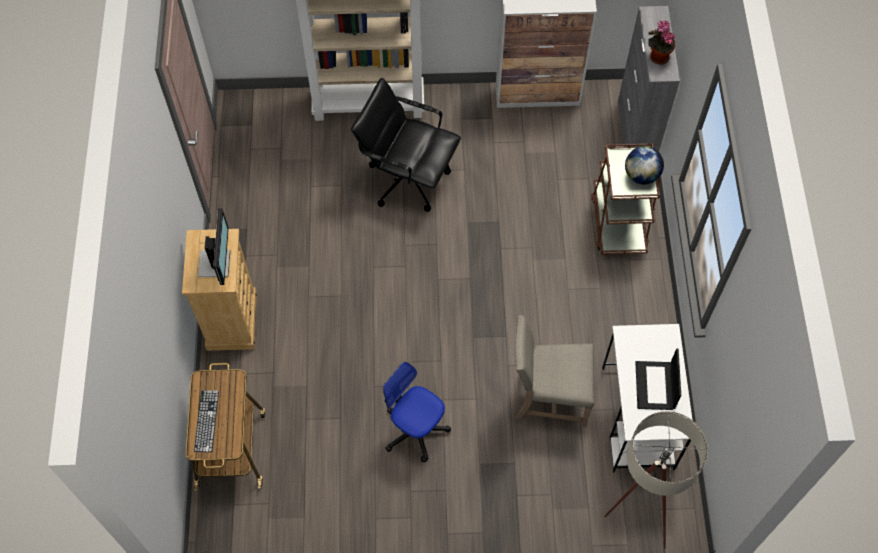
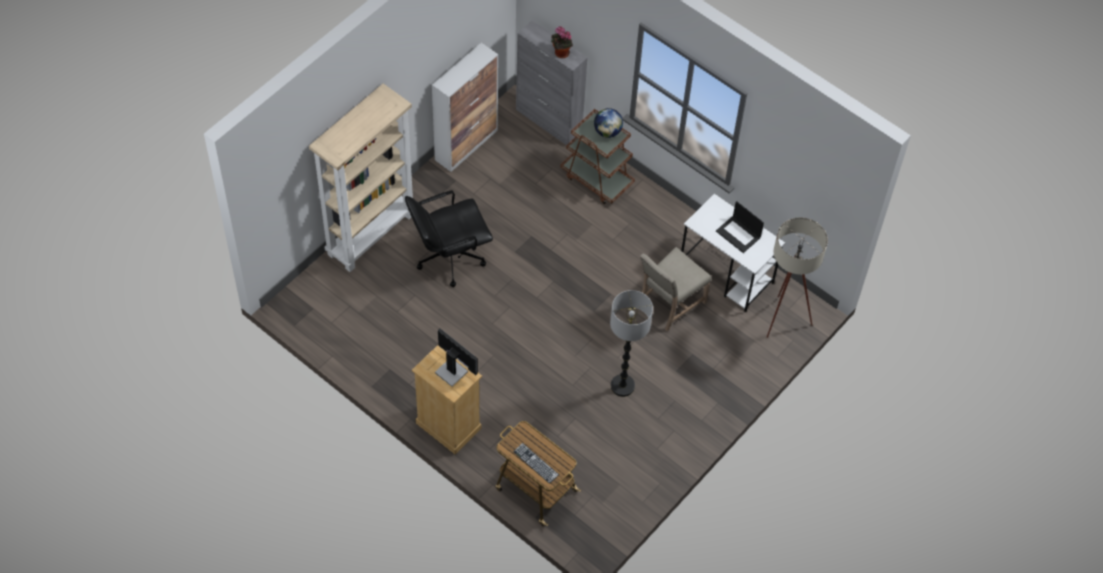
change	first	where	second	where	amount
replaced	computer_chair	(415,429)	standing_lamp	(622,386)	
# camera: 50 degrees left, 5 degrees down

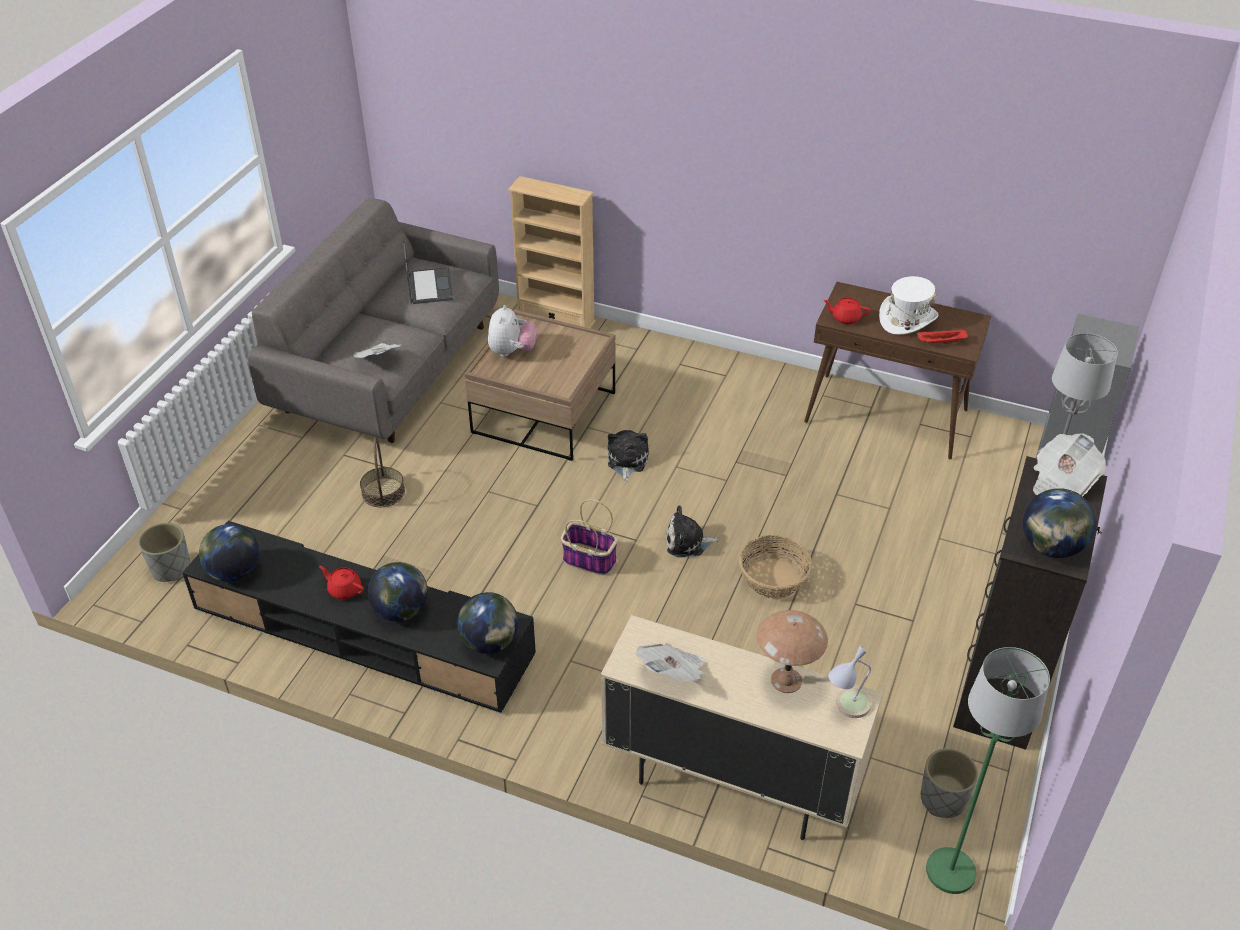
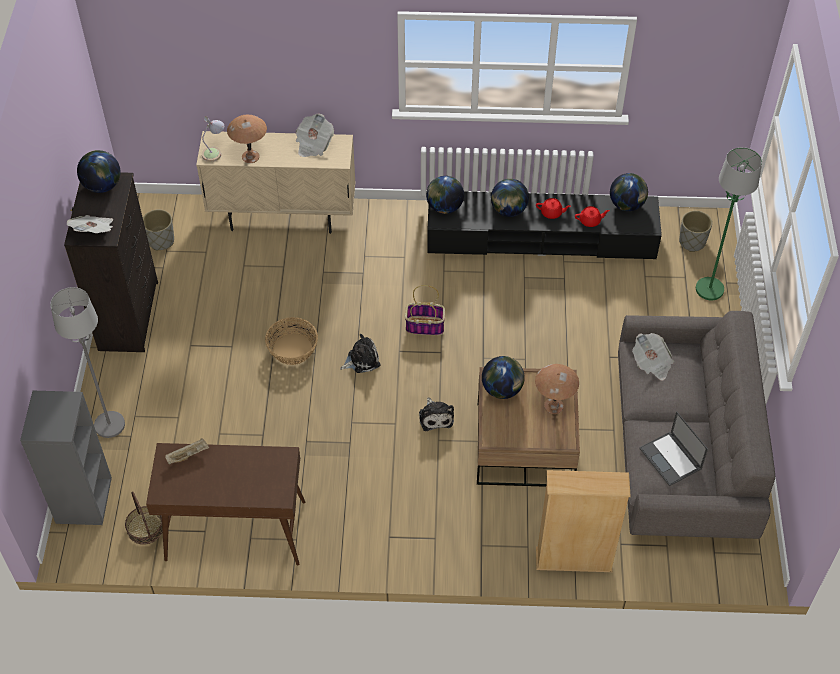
change	first	where	second	where	amount
removed	whitish_wearable_hat	(907,319)			
added			globe	(502,389)	
moved	basket	(383,492)		(145,528)	
moved	red_pot_for_tea	(845,318)		(590,221)	
moved	greenish_standing_lamp	(950,872)		(709,289)	
replaced	plush_toy	(512,351)	brown_tabletop_lamp	(554,406)	
recoloured	red_carrying_tray	(940,343)	beige_carrying_tray	(188,455)	
# camera: 160 degrees right, 10 degrees up

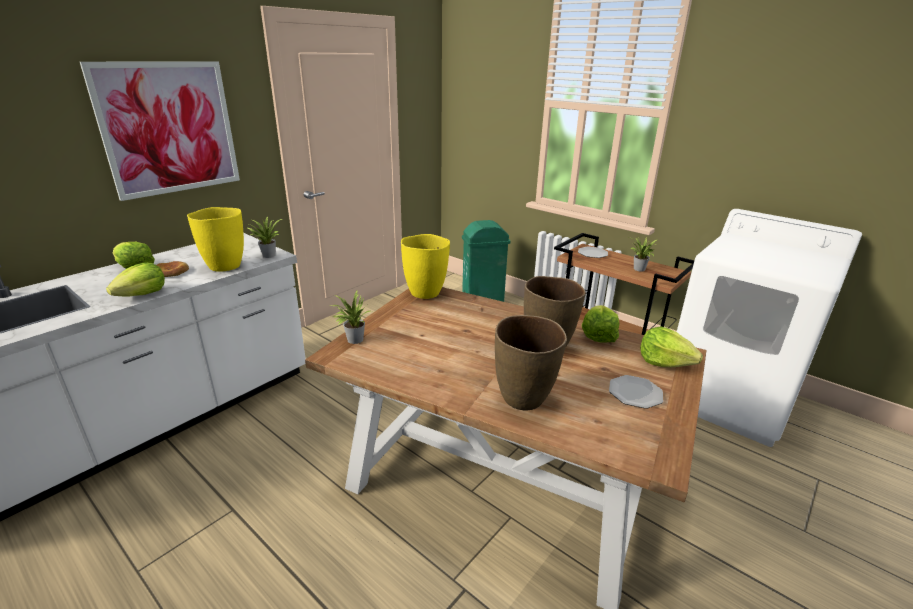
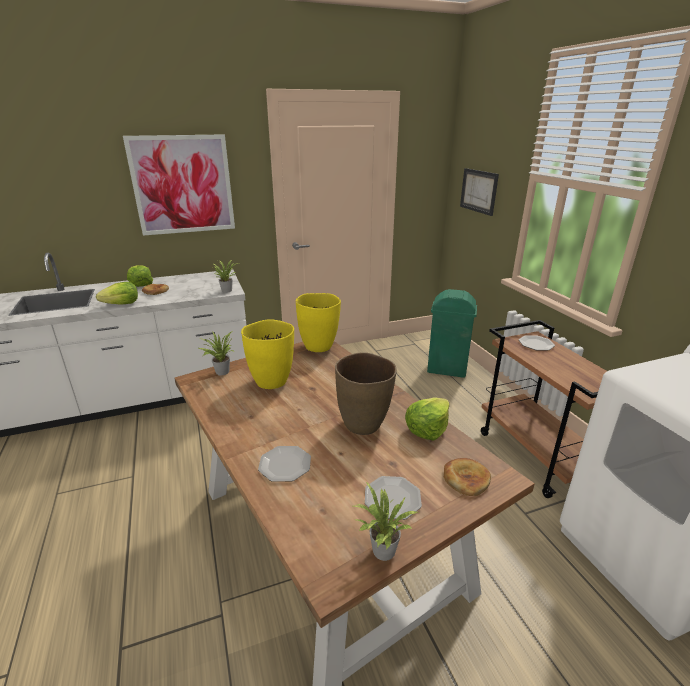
change	first	where	second	where	amount
added			wall_art	(478,191)	
moved	yellow_decorative_vase	(225,266)		(271,381)	
moved	potted_plant	(639,269)		(381,552)	
replaced	brown_decorative_vase	(524,399)	flat_dish	(285,465)	
replaced	head_of_lettuce	(664,361)	bakery_bread	(466,478)	
# camera: 30 degrees right, 0 degrees up

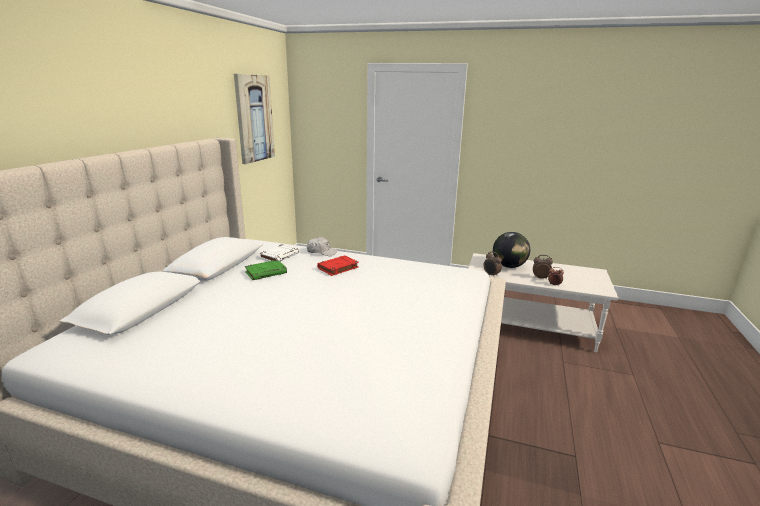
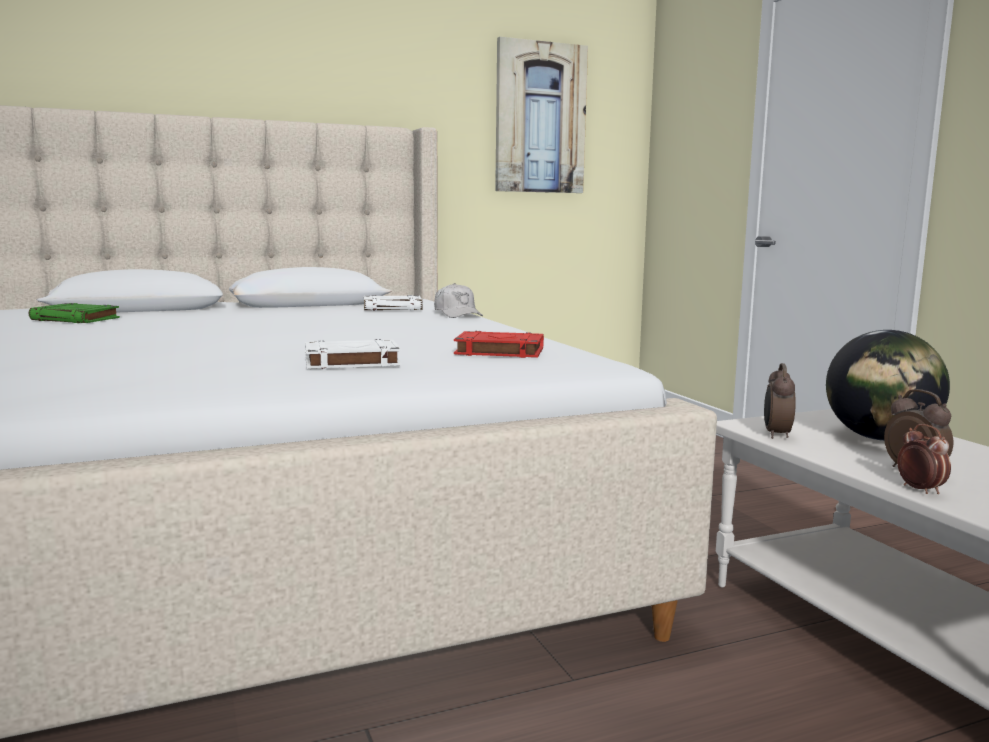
change	first	where	second	where	amount
added			whitish_volume	(351,362)	
moved	greenish_volume	(266,272)		(76,319)	
moved	red_volume	(338,268)		(498,351)	
# camera: 50 degrees right, 10 degrees down

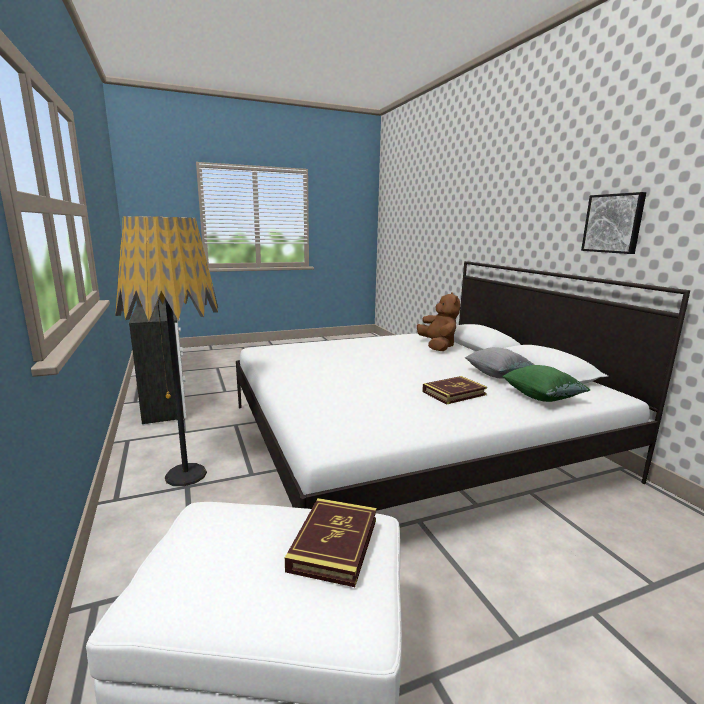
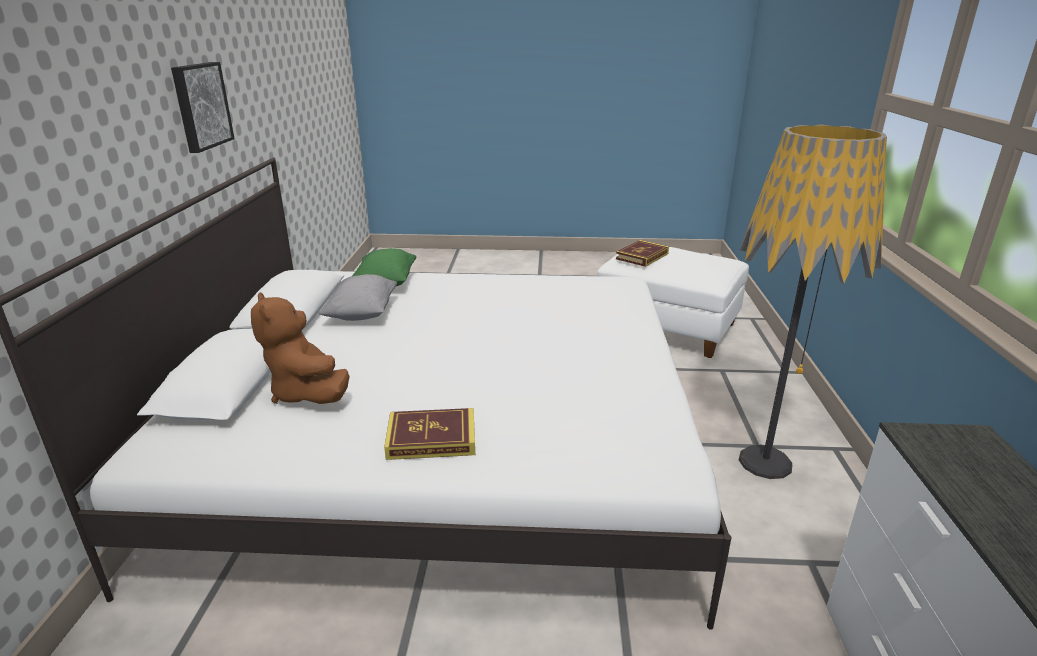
change	first	where	second	where	amount
moved	volume	(454,393)		(431,438)	
turned	brown_plush_toy	(437,346)		(307,393)	45 degrees counterclockwise
# camera: 155 degrees left, 10 degrees up

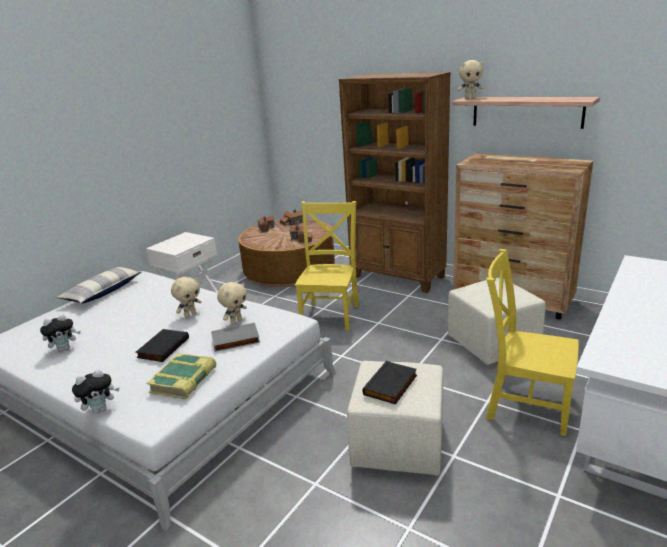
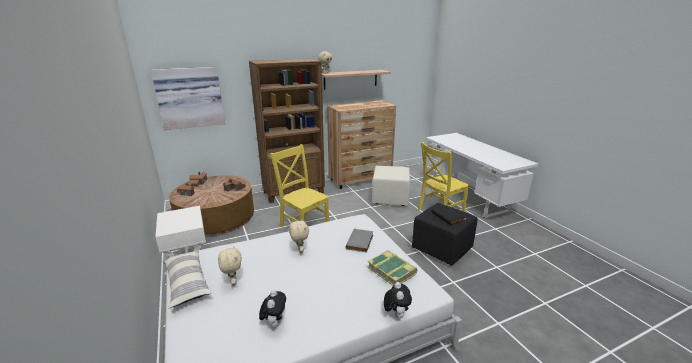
change	first	where	second	where	amount
removed	black-coloured_volume	(162,347)			
added			wall_art	(190,97)	
moved	beige_plush_toy	(236,321)		(233,282)	
recoloured	beige_ottoman	(399,445)	black-coloured_ottoman	(442,249)	
# camera: 60 degrees left, 0 degrees up

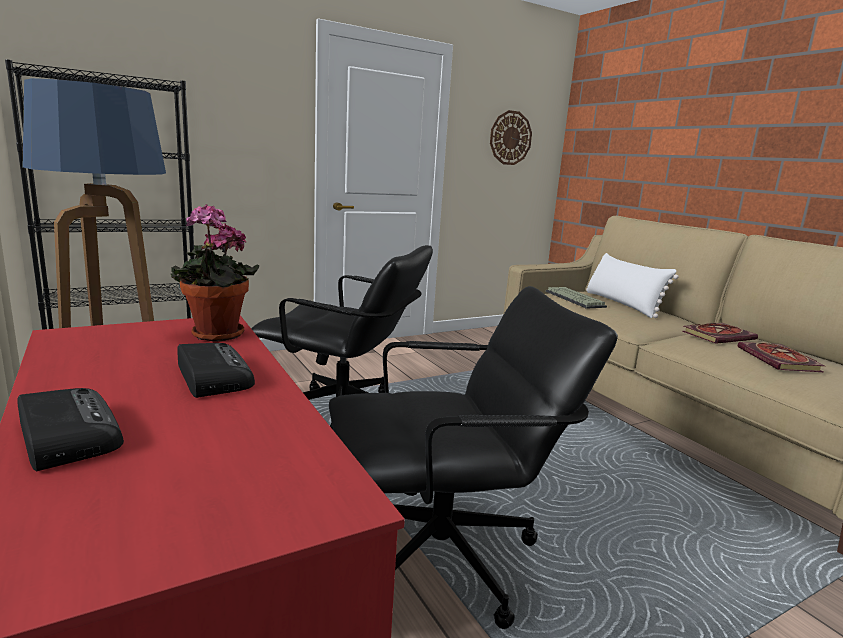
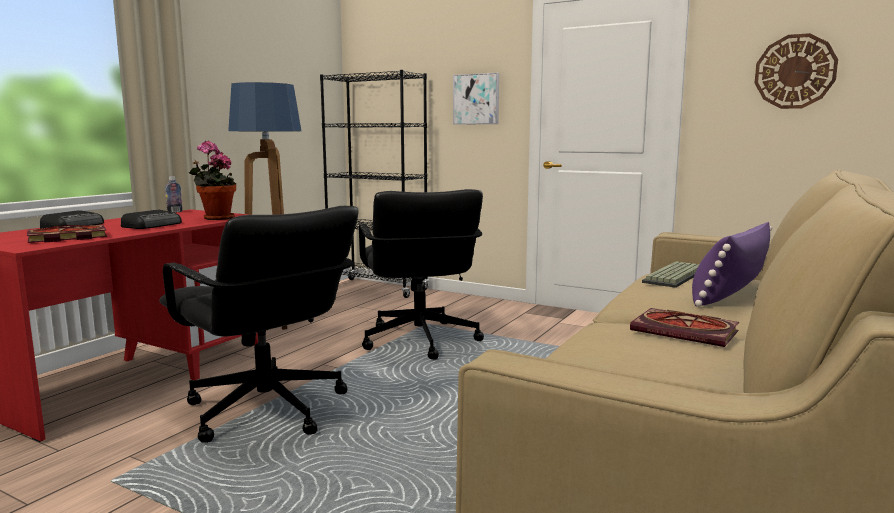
change	first	where	second	where	amount
added			drink_bottle	(175,212)	
added			wall_art	(476,99)	
moved	volume	(780,360)		(65,237)	
recoloured	whitish_pillow	(622,304)	purple_pillow	(729,293)	
# camera: 60 degrees right, 5 degrees down

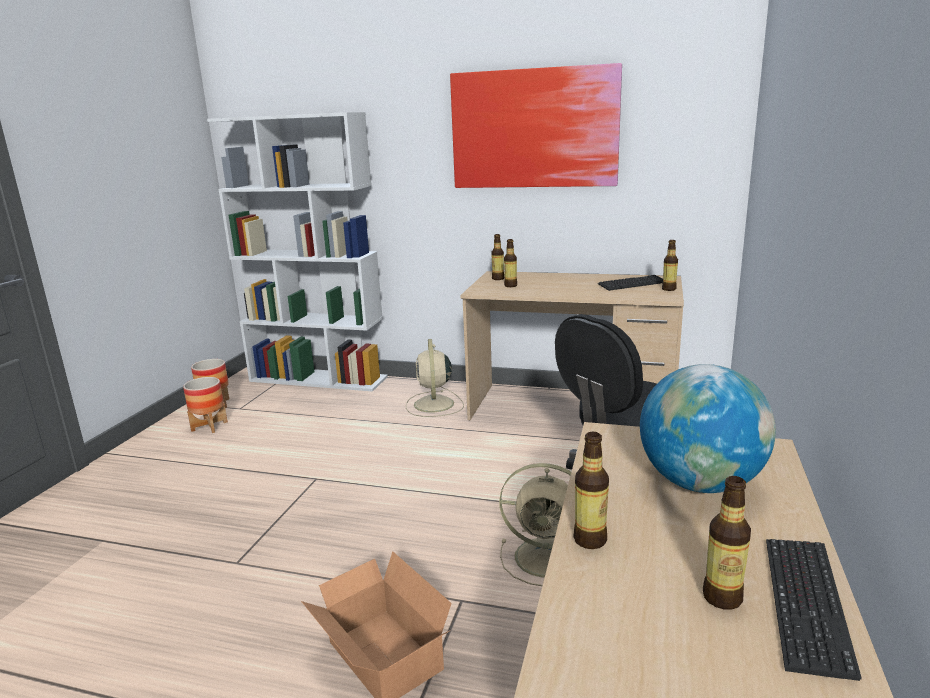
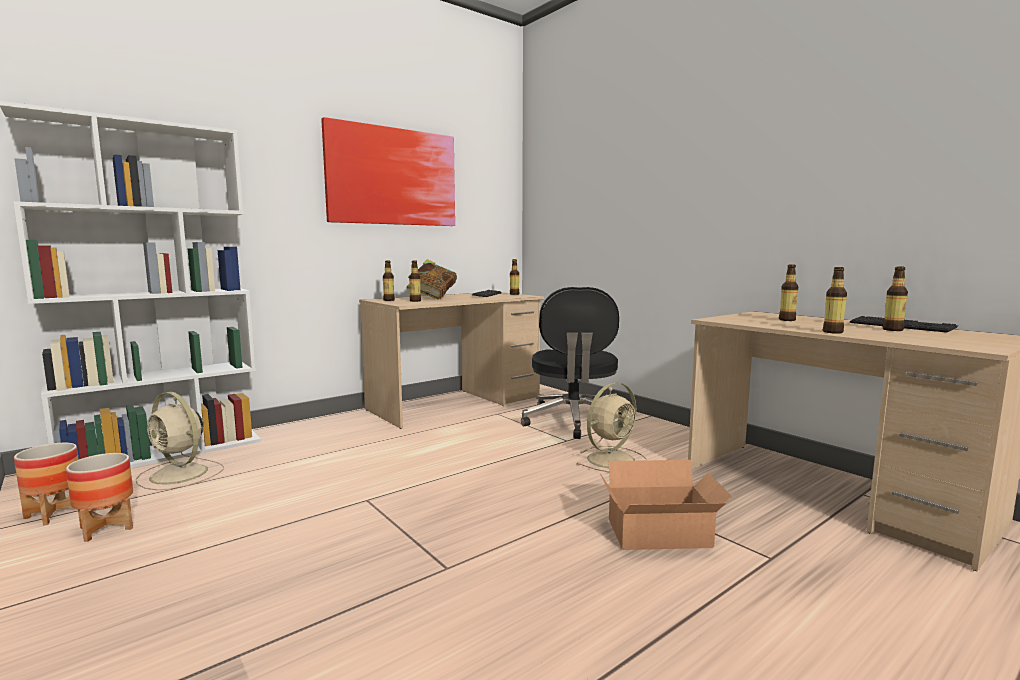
change	first	where	second	where	amount
added			volume	(433,298)	
moved	beige_cooling_fan	(434,405)		(180,474)	
replaced	globe	(700,483)	drink_bottle	(787,320)	
# camera: 55 degrees left, 10 degrees down

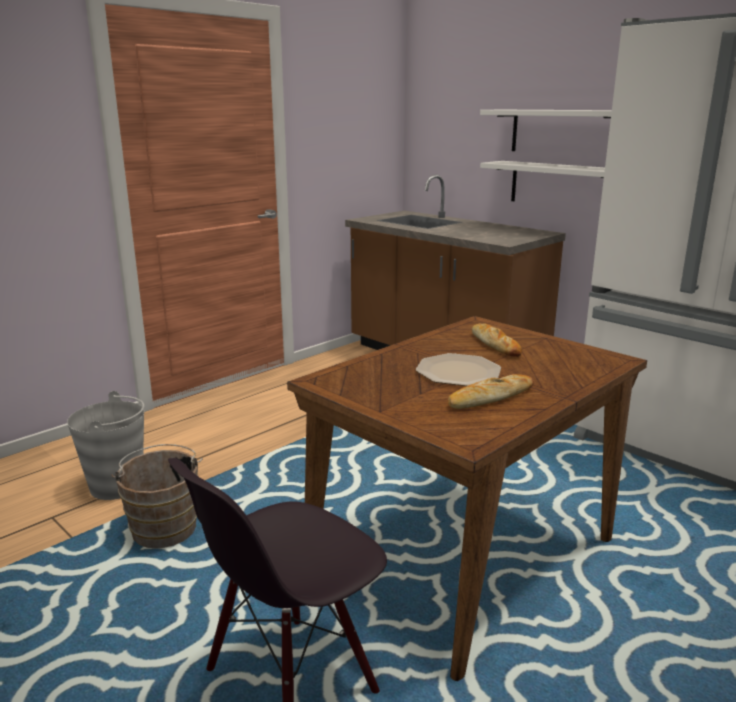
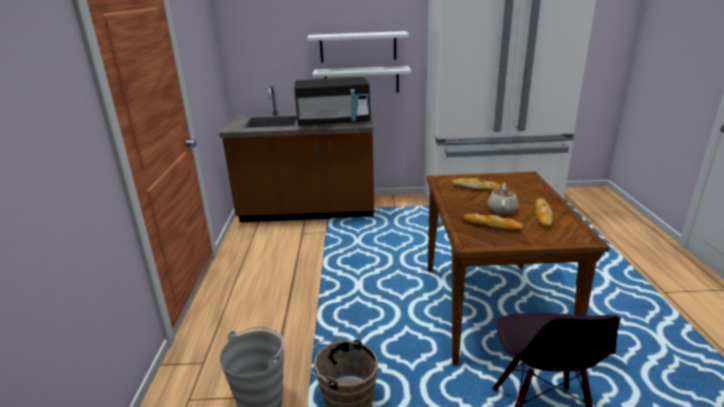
change	first	where	second	where	amount
added			black-coloured_kitchen_microwave	(333,122)	
added			bakery_bread	(492,226)	
replaced	flat_dish	(458,372)	beige_pot_for_tea	(502,209)	
# camera: 45 degrees left, 5 degrees up

